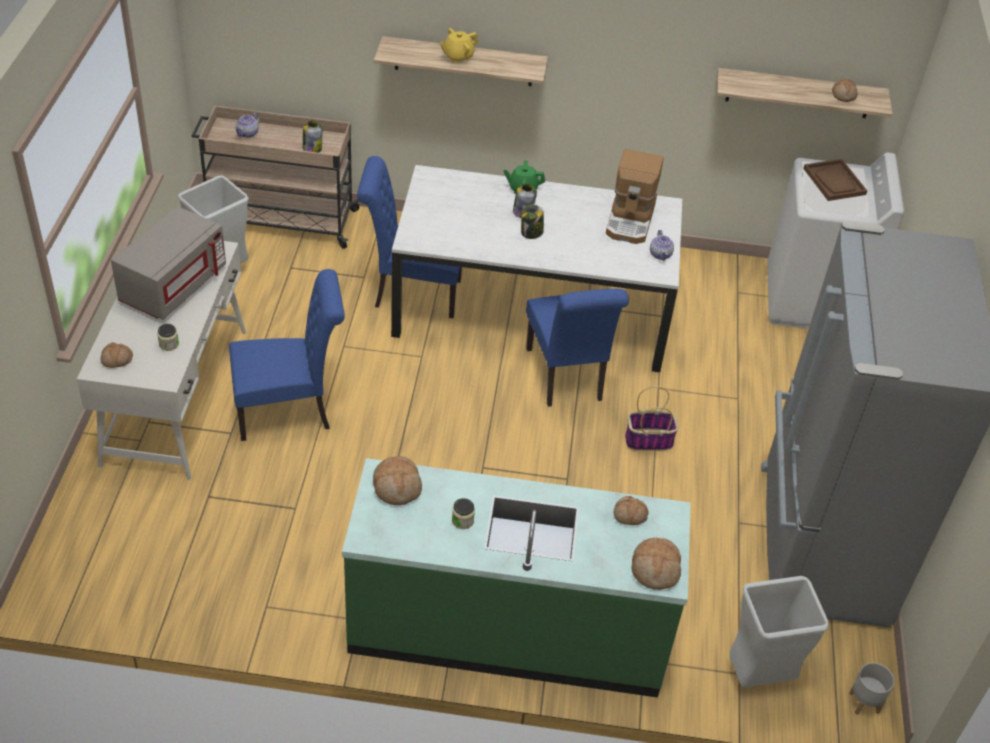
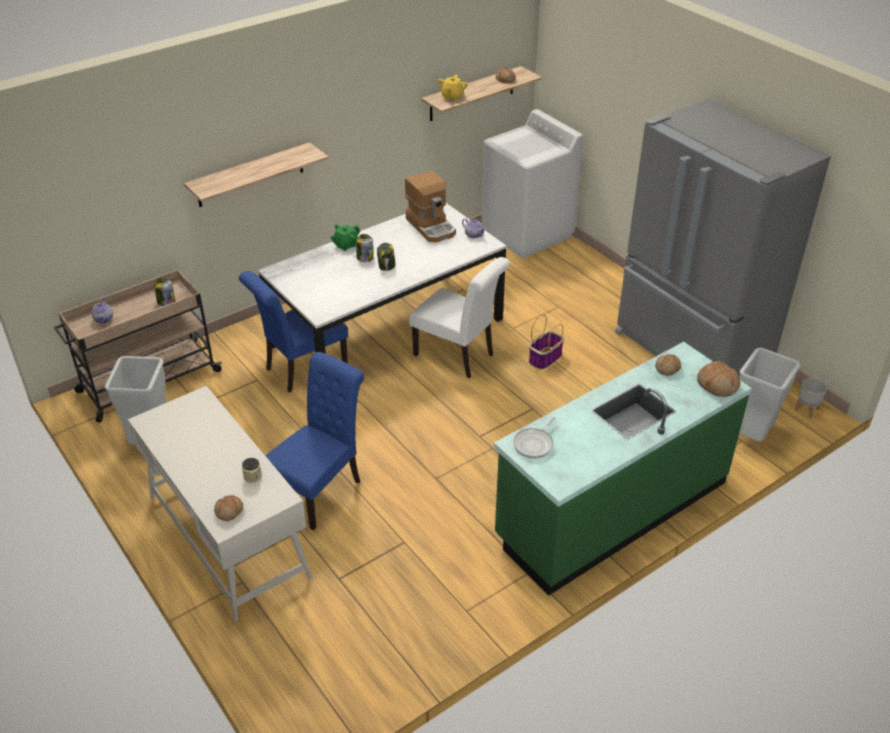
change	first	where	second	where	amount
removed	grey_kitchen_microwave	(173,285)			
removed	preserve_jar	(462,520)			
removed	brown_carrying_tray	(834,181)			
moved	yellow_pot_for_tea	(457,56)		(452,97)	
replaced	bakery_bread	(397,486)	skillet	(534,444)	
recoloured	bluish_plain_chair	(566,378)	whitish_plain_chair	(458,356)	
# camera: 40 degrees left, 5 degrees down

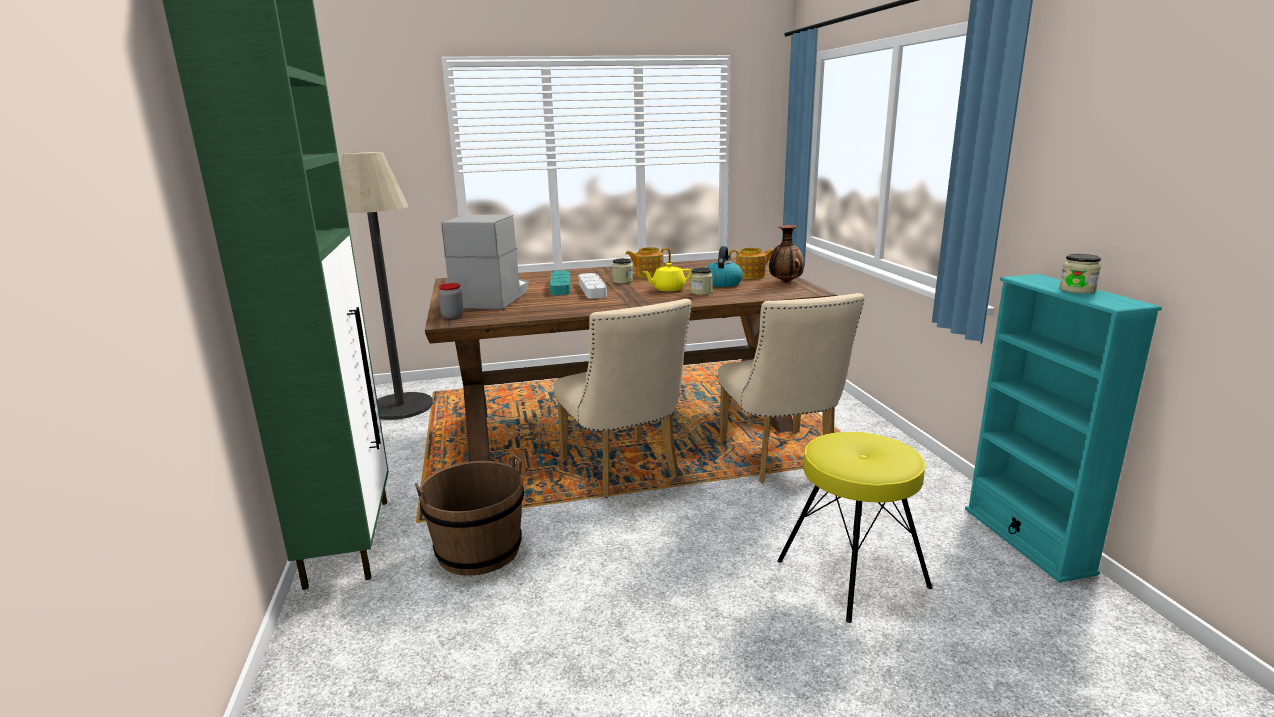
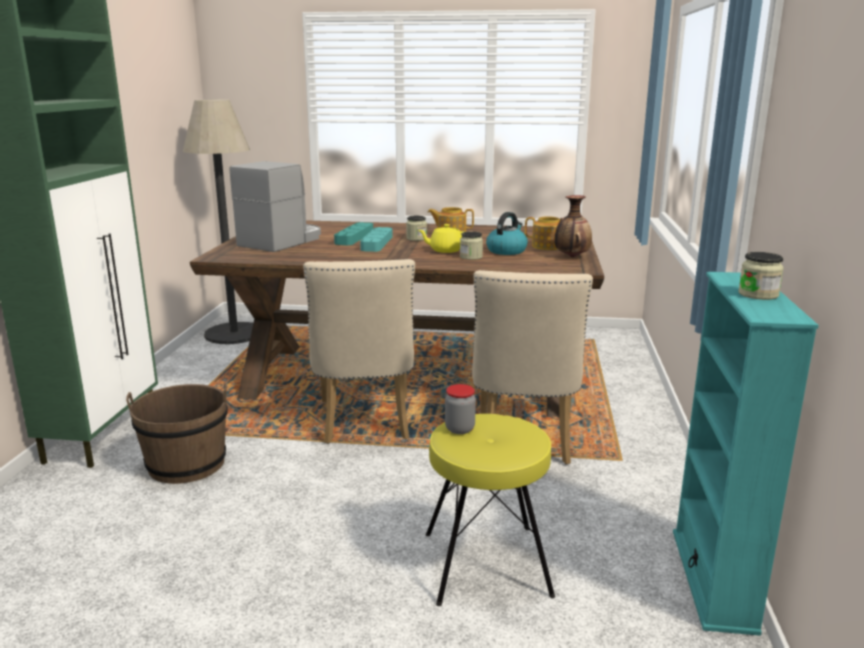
change	first	where	second	where	amount
moved	preserve_jar	(452,316)		(459,429)	
recoloured	grey_carrying_tray	(592,289)	turquoise-coloured_carrying_tray	(377,243)	
# camera: 20 degrees right, 0 degrees up

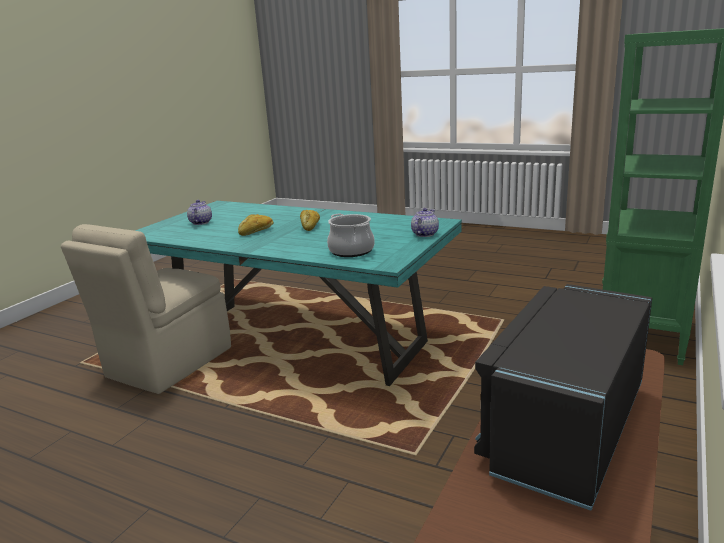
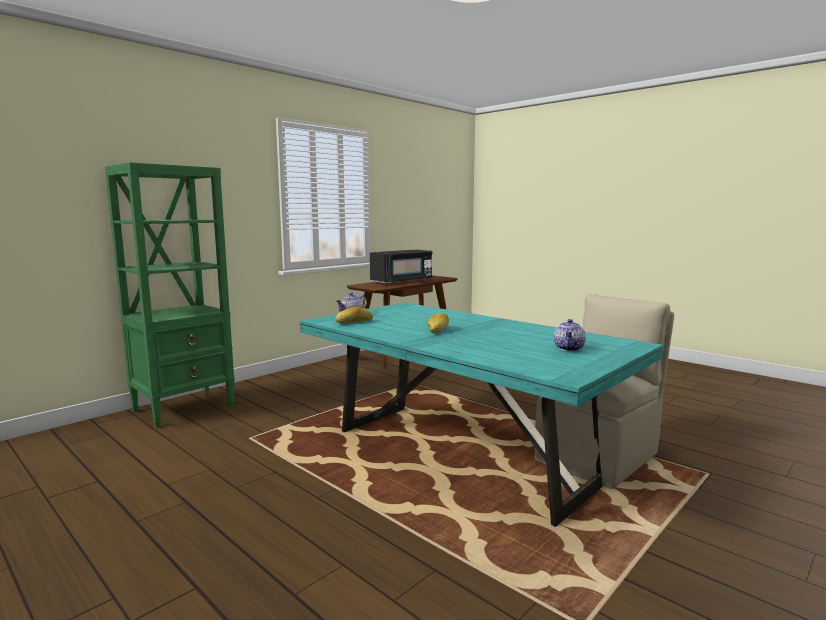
change	first	where	second	where	amount
removed	cooking_pot	(351,251)			
moved	bakery_bread	(256,231)		(354,322)	
# camera: 165 degrees left, 10 degrees down

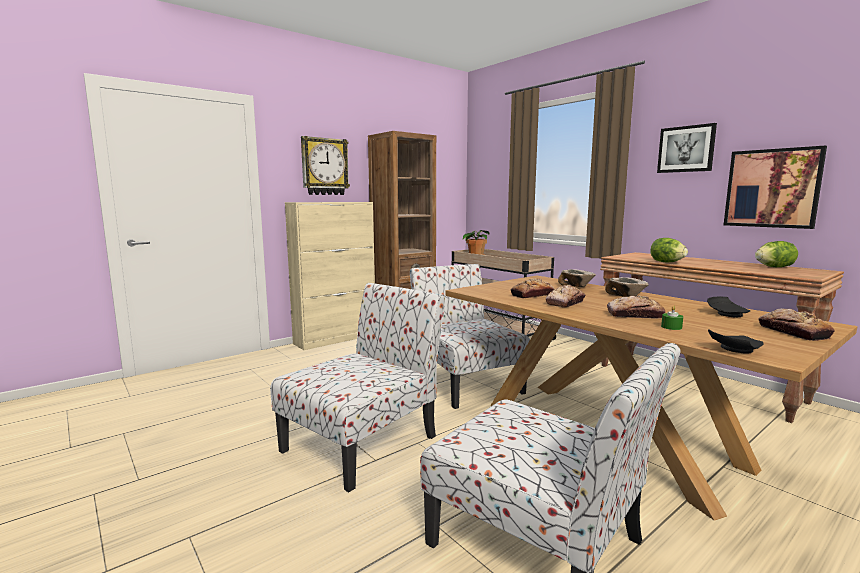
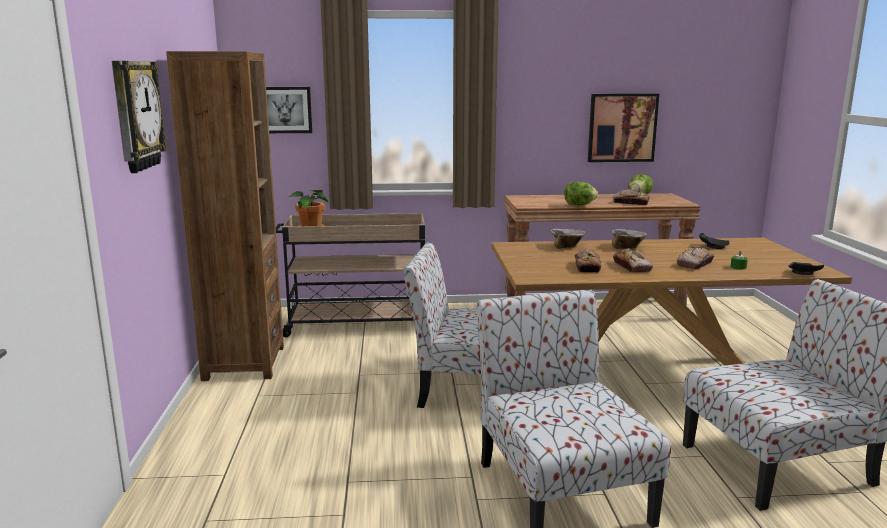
change	first	where	second	where	amount
removed	beige_storage_cabinet	(336,339)			
moved	wall_art	(686,149)		(284,110)	
moved	bakery_bread	(793,332)		(631,203)	
# camera: 55 degrees left, 5 degrees up

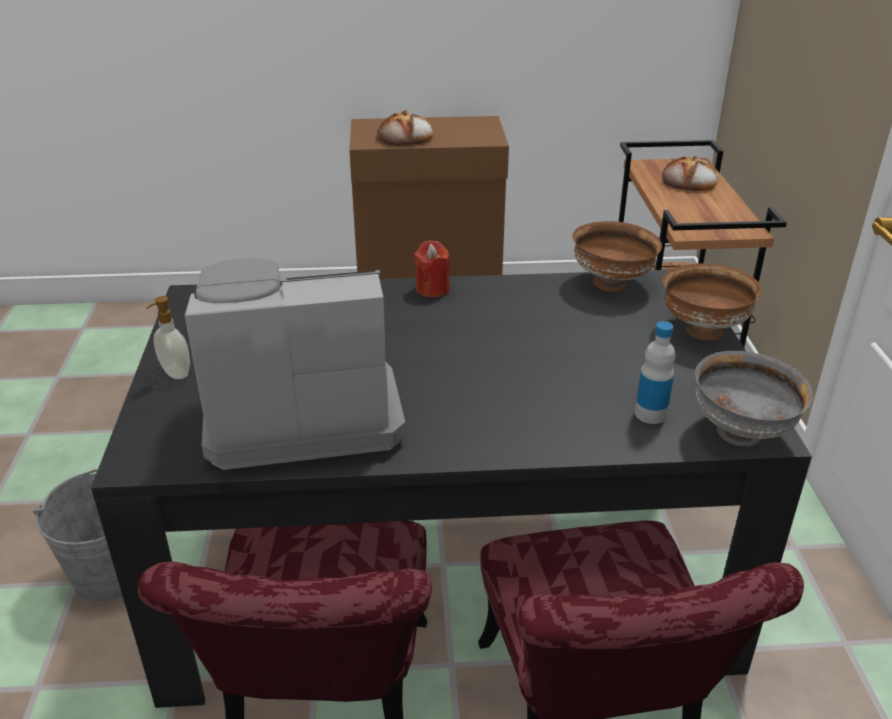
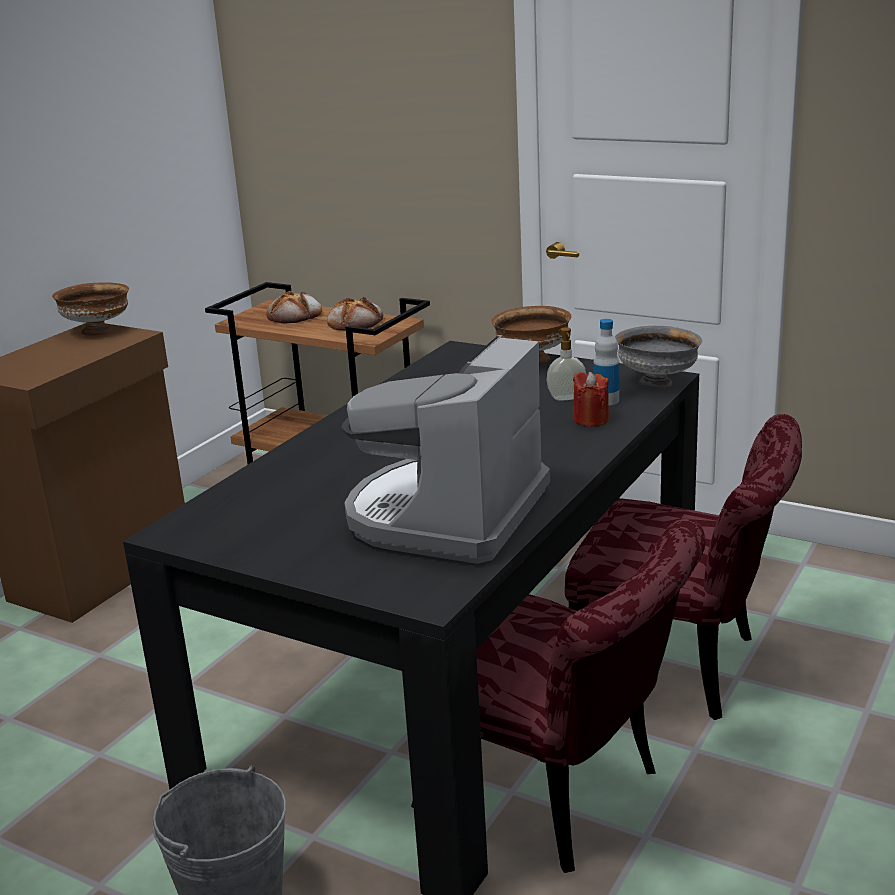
change	first	where	second	where	amount
moved	soap_dispenser	(175,373)		(567,398)	
moved	bakery_bread	(406,137)		(355,322)	
moved	red_wax_light	(432,289)		(591,420)	
moved	brown_bowl	(611,283)		(97,331)	
# camera: 55 degrees left, 10 degrees down

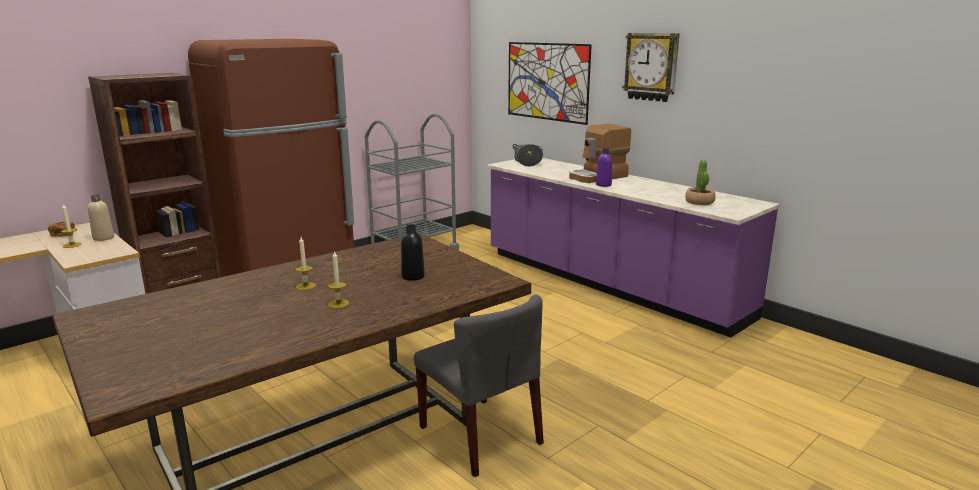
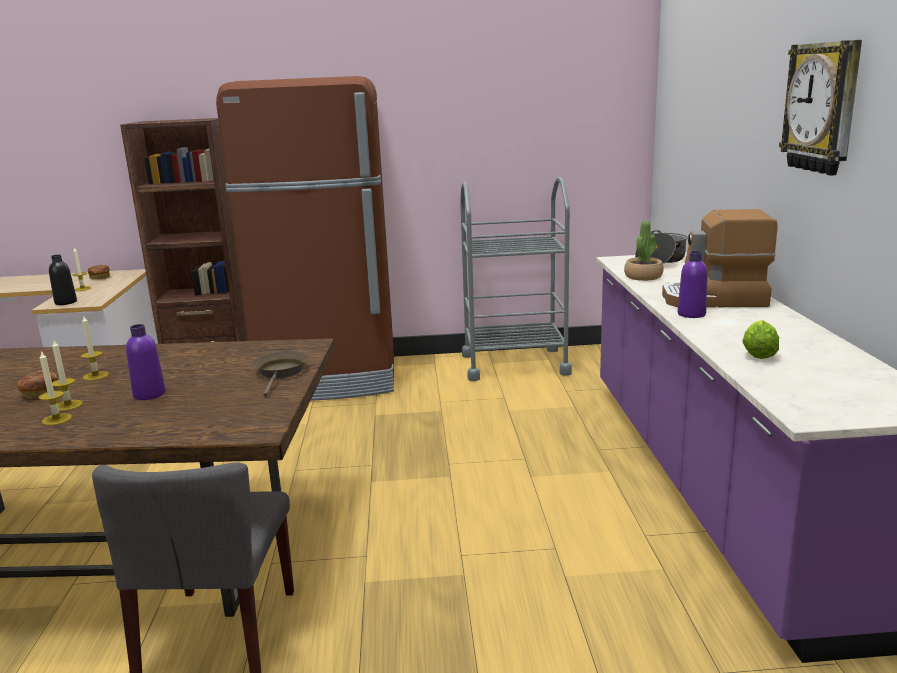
change	first	where	second	where	amount
removed	beige_drink_bottle	(103,238)			
removed	wall_art	(547,81)			
added			bakery_bread	(39,393)	
added			wax_light	(57,419)	
added			purple_drink_bottle	(149,394)	
added			brown_skillet	(281,373)	
added			head_of_lettuce	(758,353)	
moved	black-coloured_drink_bottle	(413,276)		(66,302)	
moved	potted_plant	(699,202)		(643,276)	
# camera: 40 degrees right, 0 degrees up

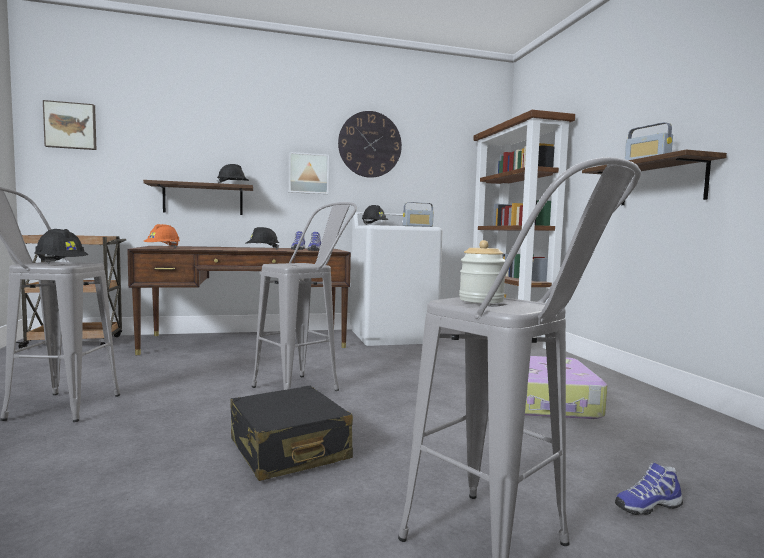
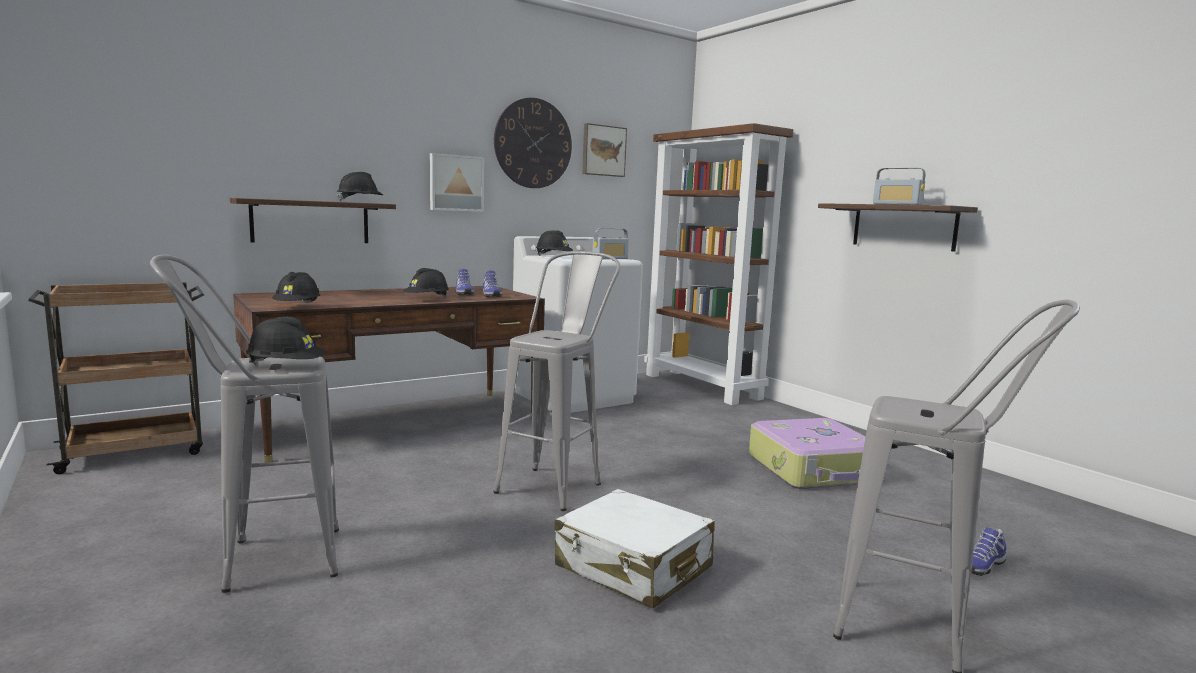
change	first	where	second	where	amount
removed	preserve_jar	(481,300)			
moved	wall_art	(71,126)		(603,150)	
recoloured	orangey_safety_helmet	(162,248)	black-coloured_safety_helmet	(297,307)	
recoloured	black-coloured_piece_of_luggage	(288,450)	whitish_piece_of_luggage	(633,567)	
# camera: 20 degrees left, 5 degrees up

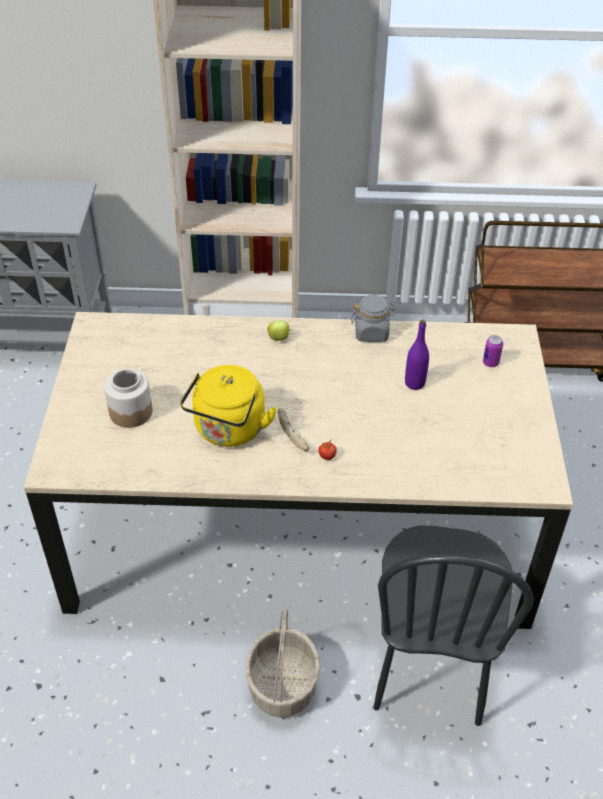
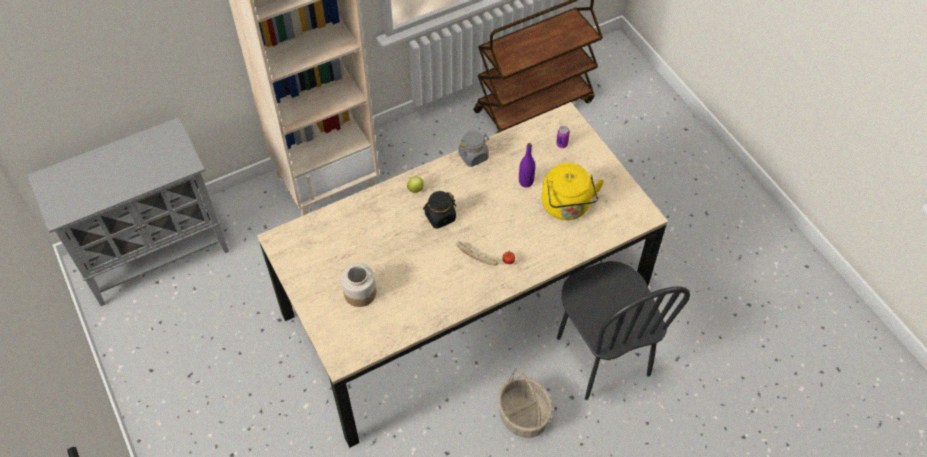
change	first	where	second	where	amount
added			black-coloured_preserve_jar	(440,217)	
moved	yellow_water_kettle	(228,431)		(567,207)	
# camera: 30 degrees left, 10 degrees up

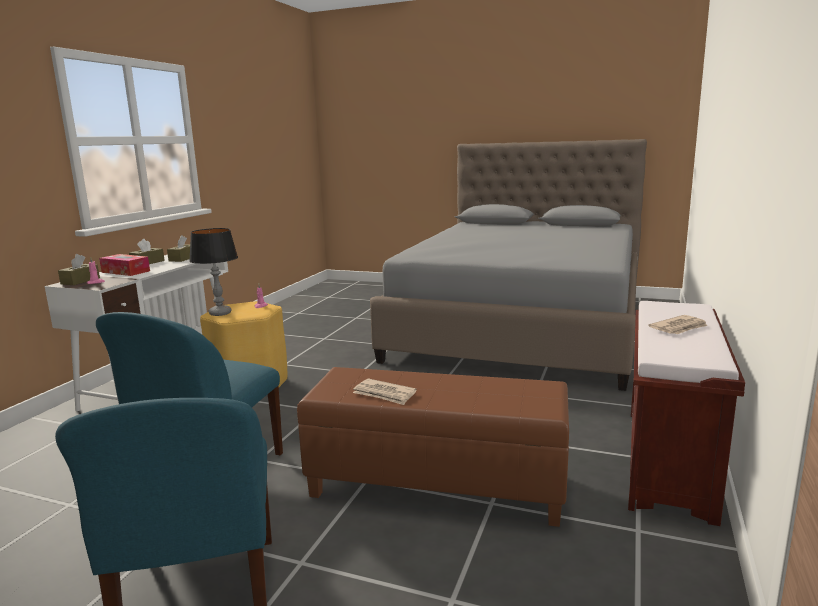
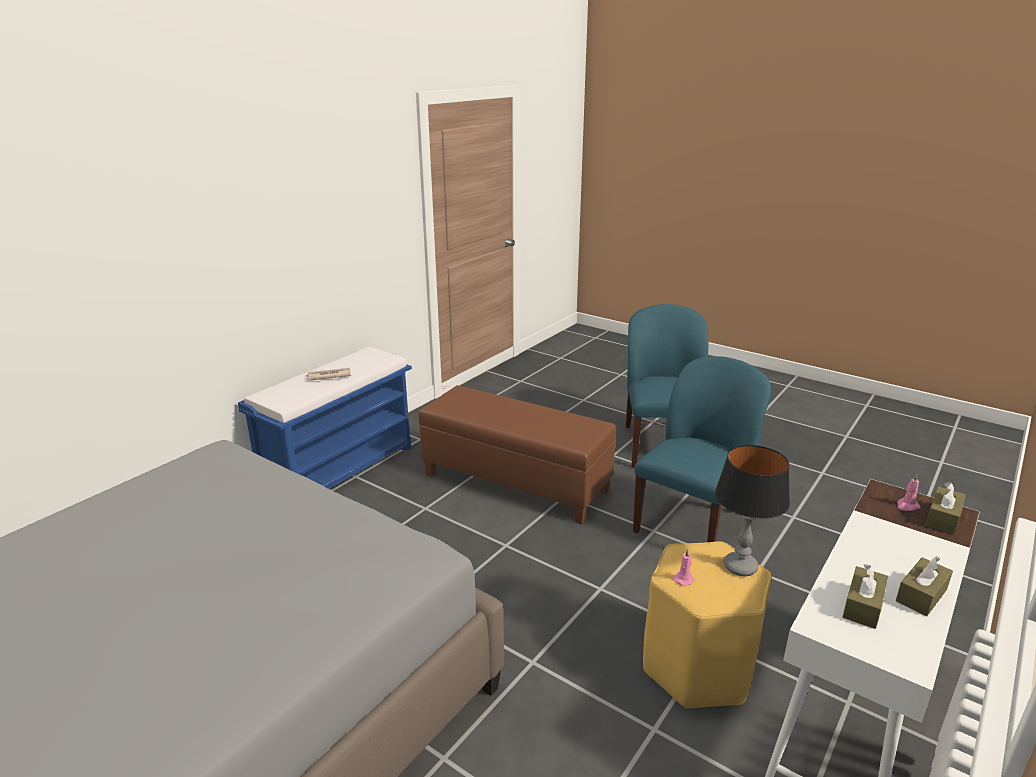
change	first	where	second	where	amount
removed	tissue_box	(125,271)			
removed	printed_paper	(384,394)			
recoloured	brown_long_seat	(669,461)	bluish_long_seat	(340,469)	
# camera: 165 degrees left, 10 degrees up

